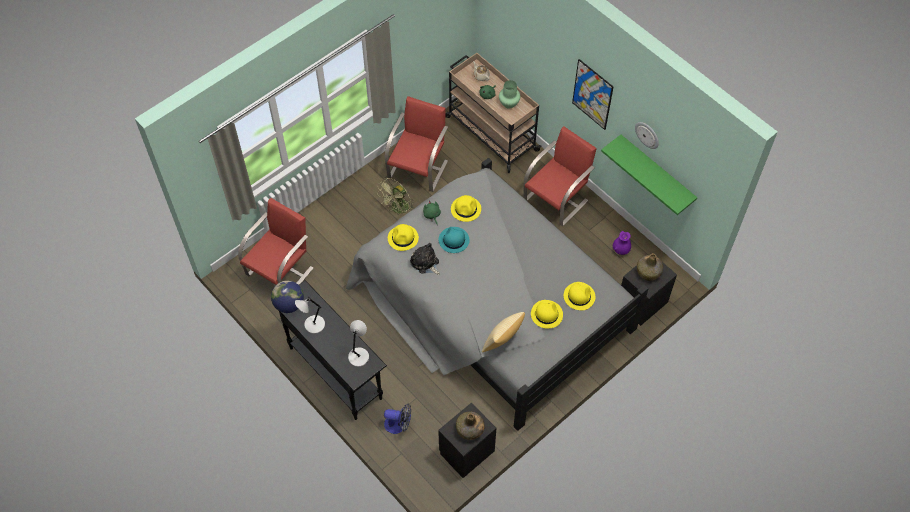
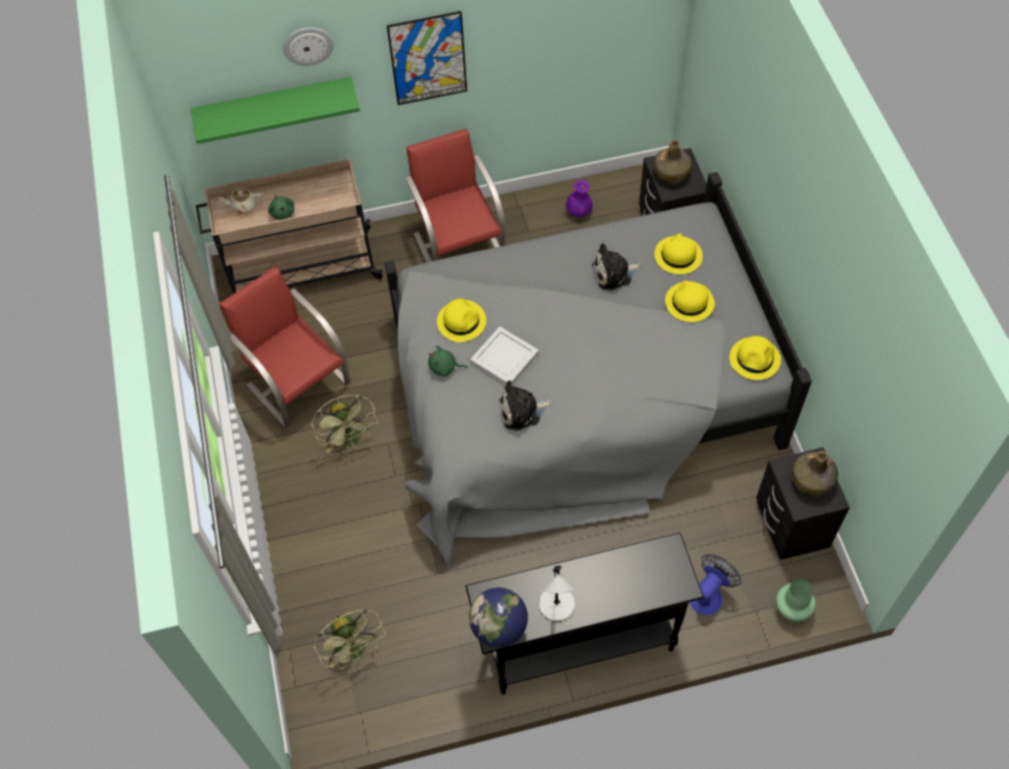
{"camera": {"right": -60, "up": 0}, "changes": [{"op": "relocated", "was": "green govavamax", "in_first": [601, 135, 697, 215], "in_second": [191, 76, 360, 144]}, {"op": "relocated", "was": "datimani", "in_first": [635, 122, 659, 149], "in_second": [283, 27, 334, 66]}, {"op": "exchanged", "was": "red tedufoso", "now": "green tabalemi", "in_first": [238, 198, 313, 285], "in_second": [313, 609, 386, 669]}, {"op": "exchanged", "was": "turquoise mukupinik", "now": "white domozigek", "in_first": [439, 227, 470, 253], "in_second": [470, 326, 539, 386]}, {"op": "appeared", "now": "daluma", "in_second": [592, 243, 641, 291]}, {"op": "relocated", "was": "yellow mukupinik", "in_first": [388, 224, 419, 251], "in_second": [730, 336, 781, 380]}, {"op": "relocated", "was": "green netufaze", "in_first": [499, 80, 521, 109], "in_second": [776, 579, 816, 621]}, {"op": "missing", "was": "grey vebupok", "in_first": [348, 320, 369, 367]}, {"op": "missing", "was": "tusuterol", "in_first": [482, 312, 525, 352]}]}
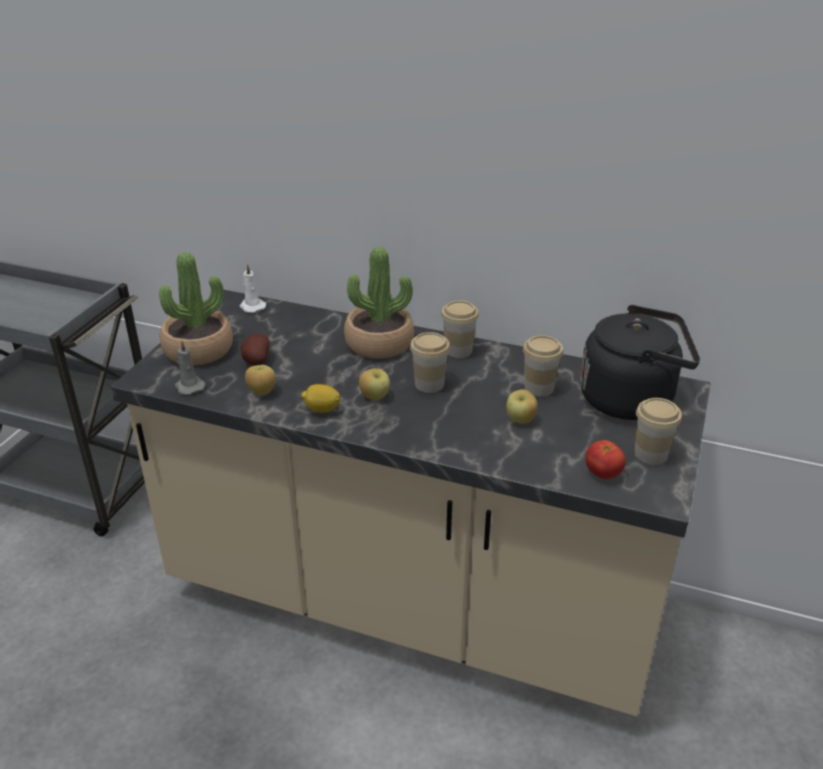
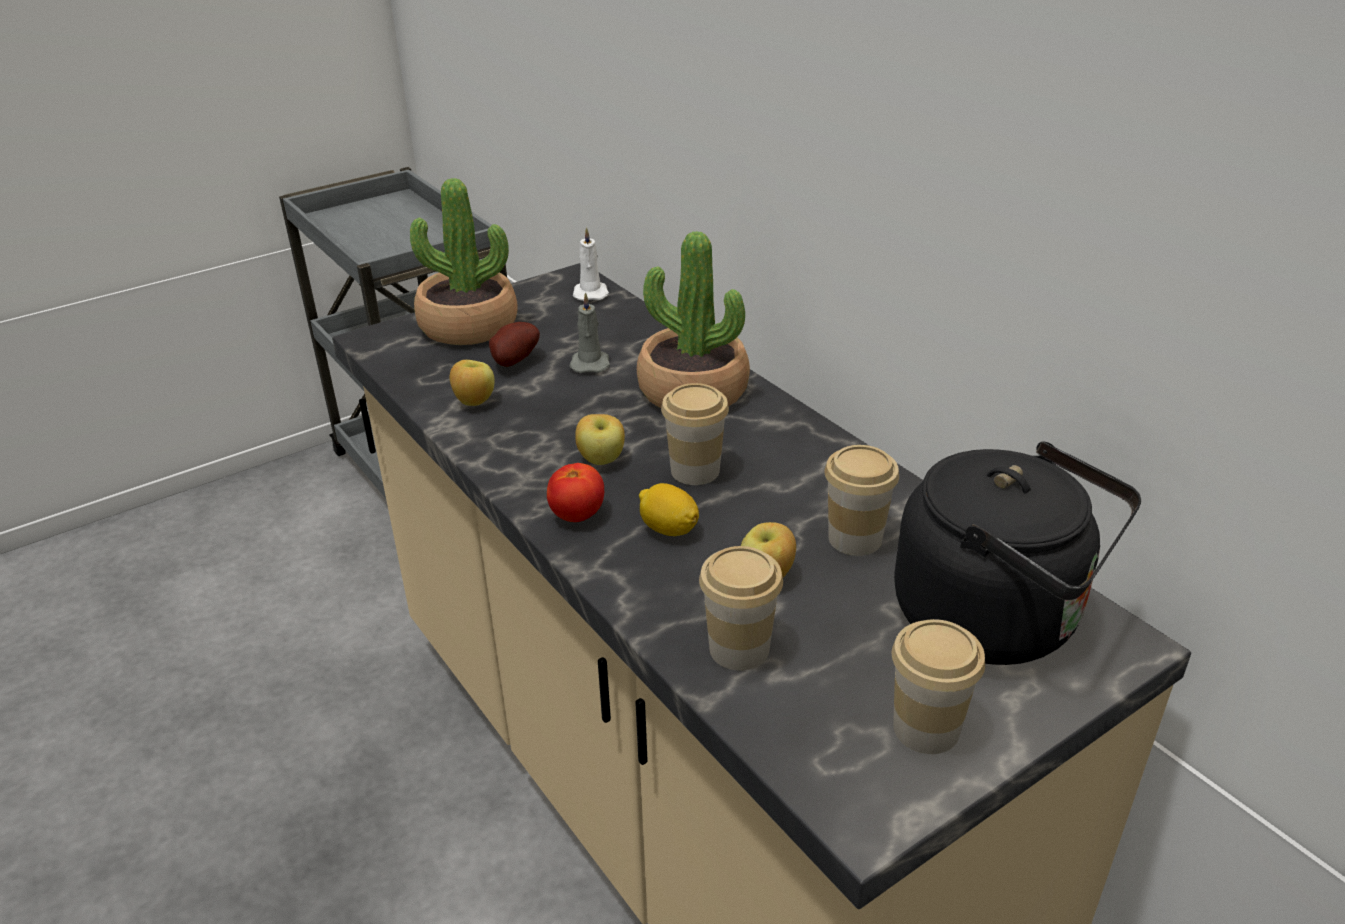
{"camera": {"right": 35, "up": 0}, "changes": [{"op": "relocated", "was": "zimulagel", "in_first": [586, 440, 626, 479], "in_second": [547, 463, 604, 522]}, {"op": "relocated", "was": "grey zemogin", "in_first": [175, 340, 206, 395], "in_second": [569, 292, 610, 373]}, {"op": "relocated", "was": "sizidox", "in_first": [301, 384, 341, 412], "in_second": [639, 483, 699, 536]}, {"op": "relocated", "was": "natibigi", "in_first": [441, 301, 479, 358], "in_second": [699, 546, 783, 670]}]}
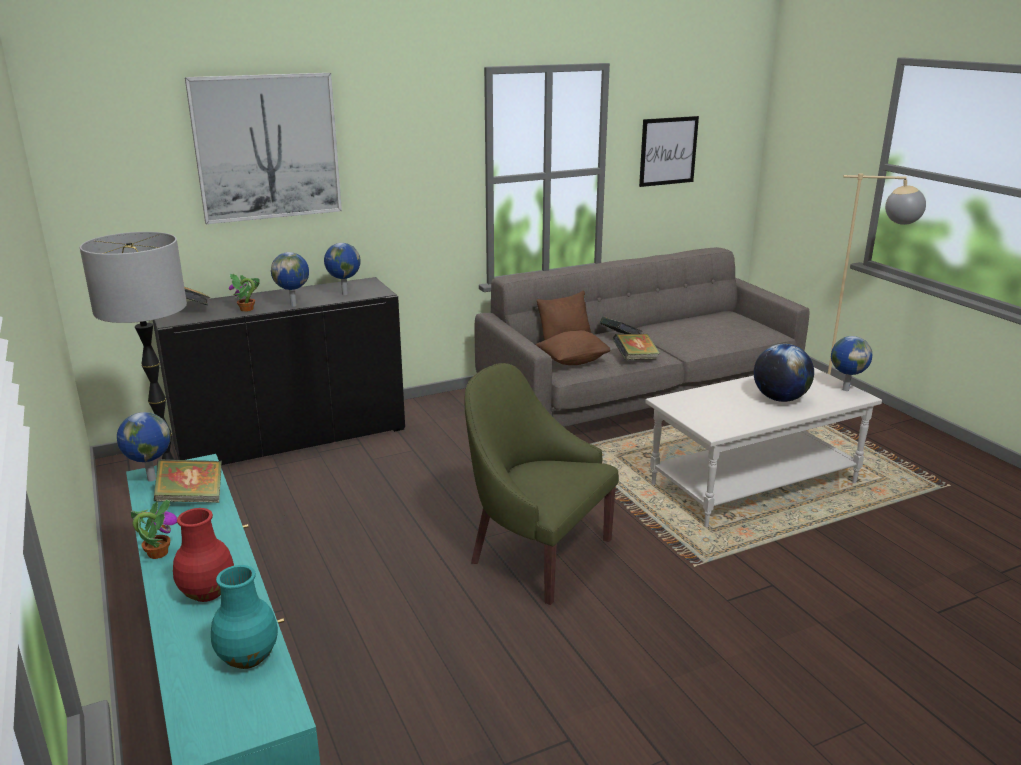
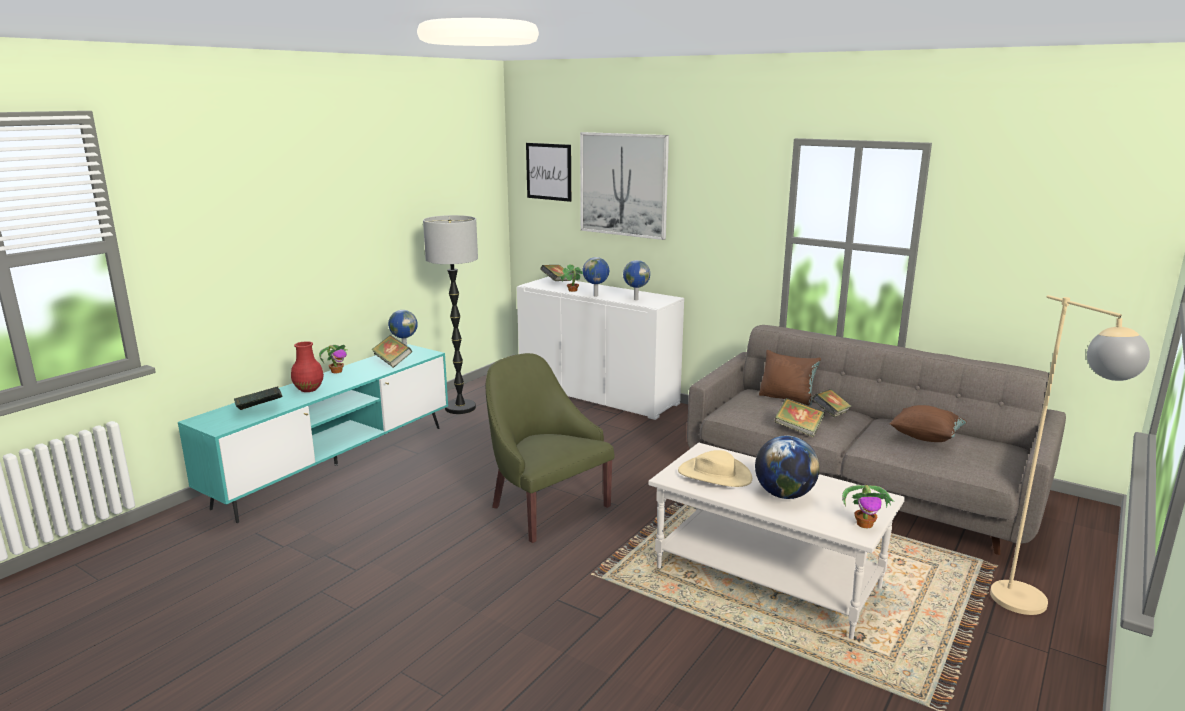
{"camera": {"right": 60, "up": -5}, "changes": [{"op": "exchanged", "was": "turquoise netufaze", "now": "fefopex", "in_first": [211, 565, 278, 669], "in_second": [234, 387, 283, 410]}, {"op": "spun", "was": "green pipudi", "in_first": [464, 363, 619, 605], "in_second": [486, 353, 614, 543], "clockwise": -45}, {"op": "colour", "was": "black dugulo", "now": "white dugulo", "in_first": [153, 277, 405, 465], "in_second": [517, 277, 684, 420]}, {"op": "relocated", "was": "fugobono", "in_first": [639, 116, 699, 187], "in_second": [526, 143, 571, 202]}, {"op": "appeared", "now": "beige mukupinik", "in_second": [678, 450, 752, 487]}, {"op": "exchanged", "was": "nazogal", "now": "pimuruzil", "in_first": [831, 336, 872, 391], "in_second": [842, 485, 895, 528]}, {"op": "relocated", "was": "brown tusuterol", "in_first": [535, 330, 612, 365], "in_second": [889, 405, 967, 442]}]}
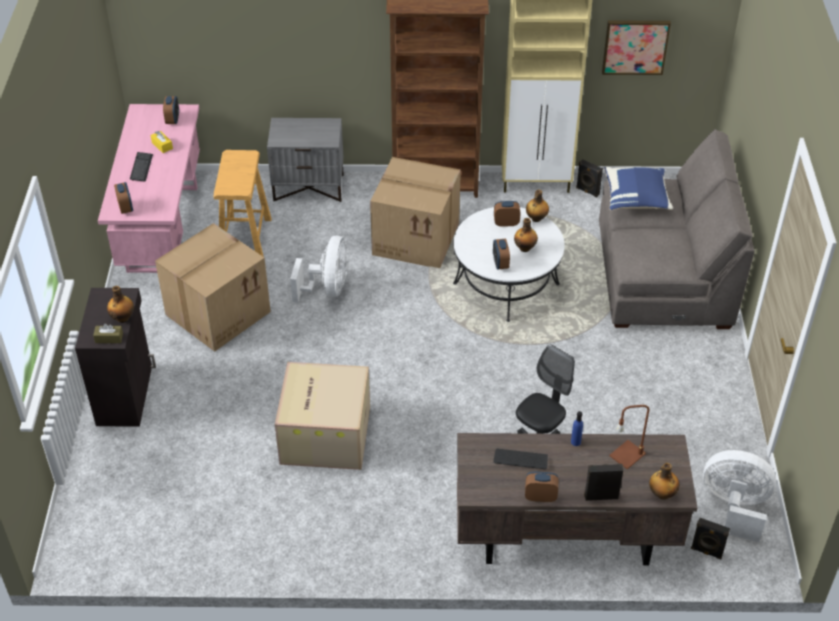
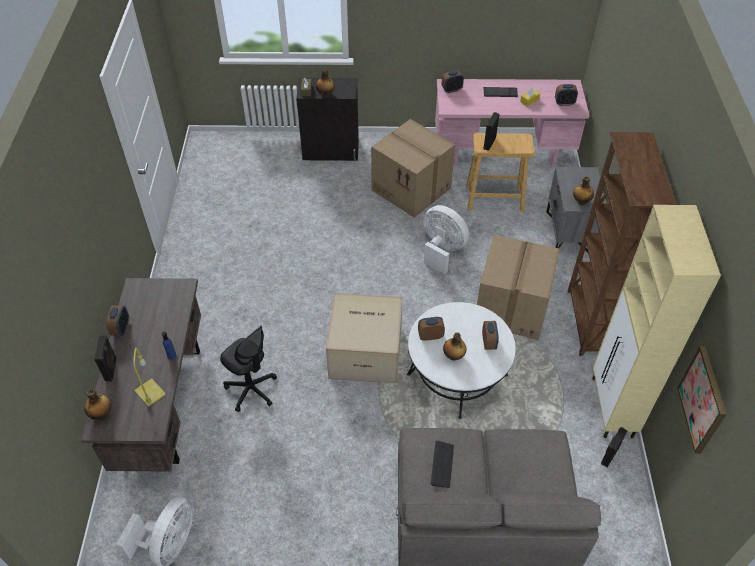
{"camera": {"right": 90, "up": 5}, "changes": [{"op": "colour", "was": "brown vebupok", "now": "yellow vebupok", "in_first": [609, 405, 650, 469], "in_second": [133, 348, 166, 407]}, {"op": "relocated", "was": "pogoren", "in_first": [275, 362, 370, 470], "in_second": [326, 293, 402, 383]}, {"op": "spun", "was": "white tabalemi", "in_first": [290, 236, 349, 302], "in_second": [423, 205, 469, 274], "clockwise": -150}, {"op": "relocated", "was": "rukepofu", "in_first": [493, 449, 548, 469], "in_second": [431, 441, 454, 488]}, {"op": "relocated", "was": "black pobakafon", "in_first": [691, 518, 730, 559], "in_second": [483, 112, 499, 151]}, {"op": "relocated", "was": "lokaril", "in_first": [526, 189, 549, 222], "in_second": [573, 176, 594, 205]}, {"op": "missing", "was": "blue tusuterol", "in_first": [604, 167, 673, 211]}]}
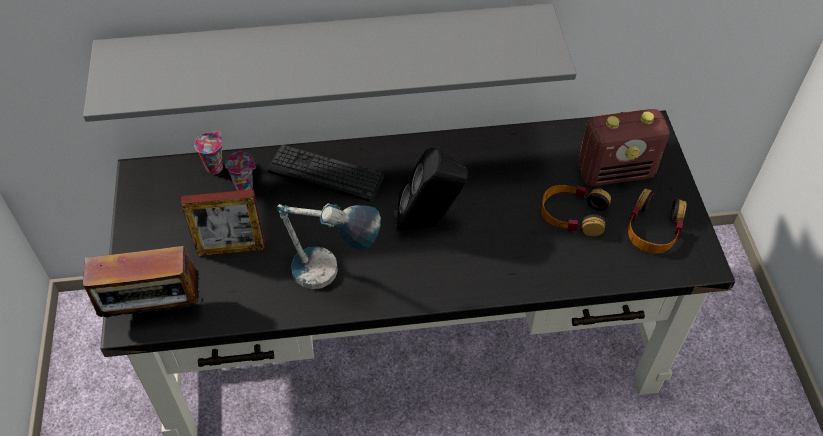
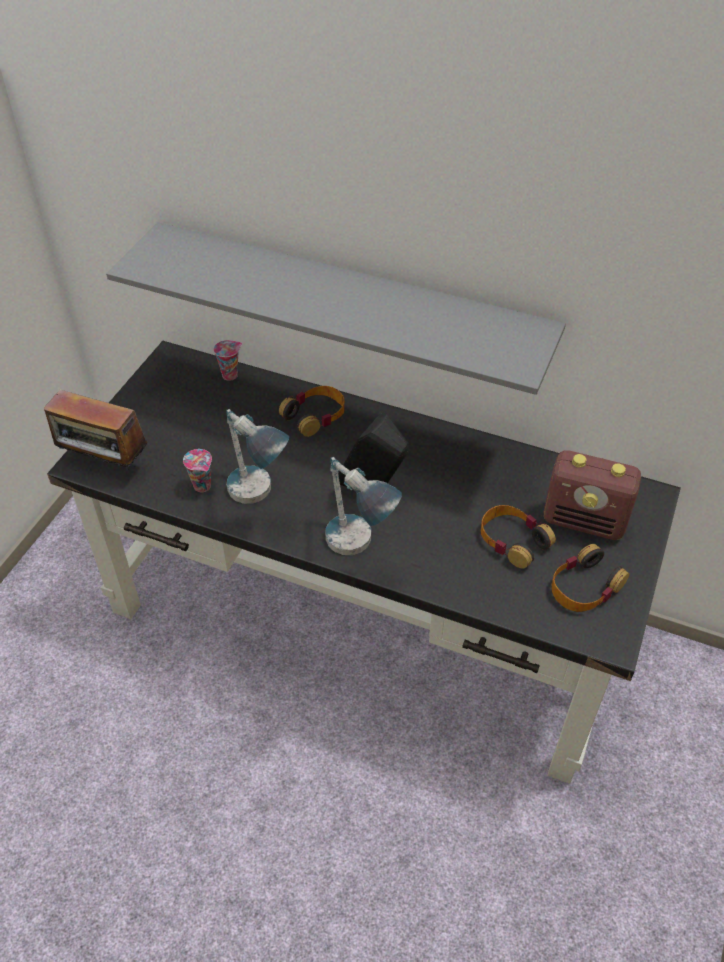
{"camera": {"right": 30, "up": -5}, "changes": [{"op": "relocated", "was": "natibigi", "in_first": [225, 152, 256, 191], "in_second": [183, 449, 212, 492]}, {"op": "exchanged", "was": "rukepofu", "now": "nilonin", "in_first": [267, 145, 384, 202], "in_second": [279, 386, 345, 437]}, {"op": "appeared", "now": "vebupok", "in_second": [325, 457, 402, 555]}, {"op": "missing", "was": "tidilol", "in_first": [181, 189, 265, 256]}]}
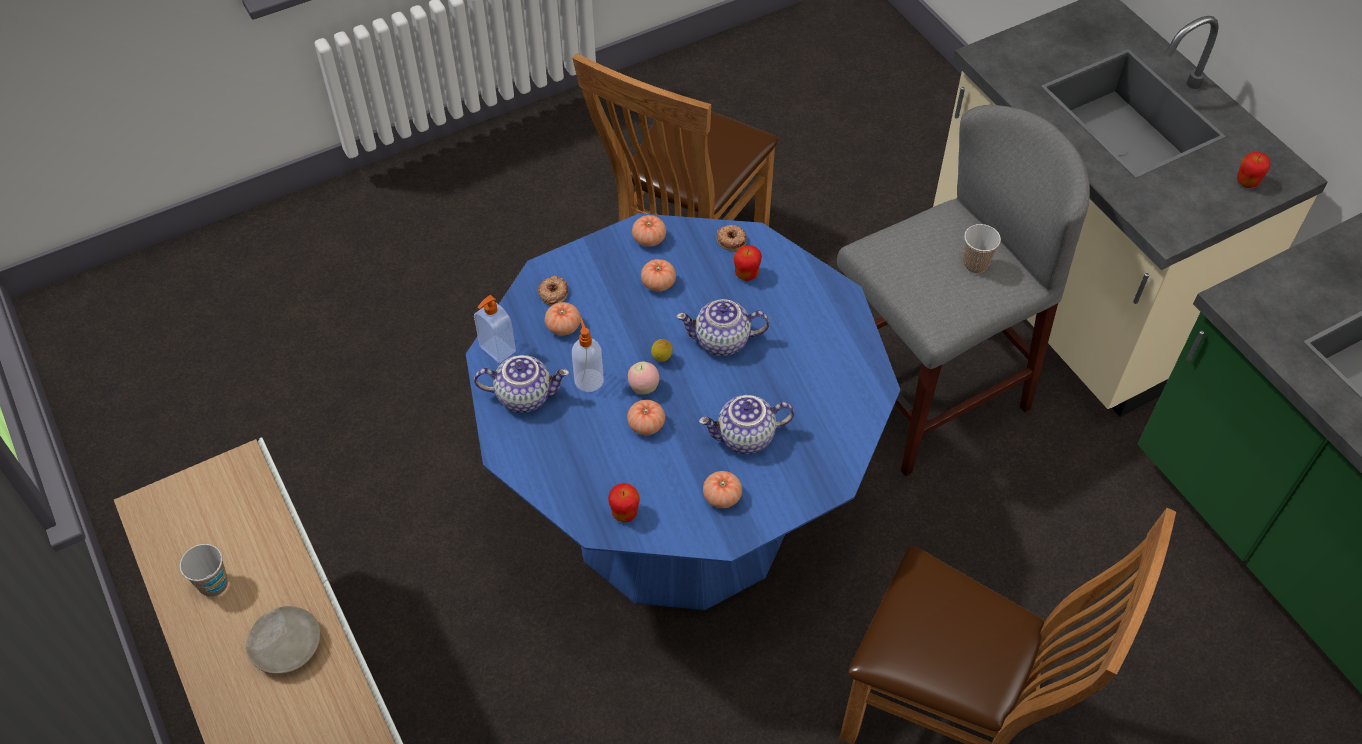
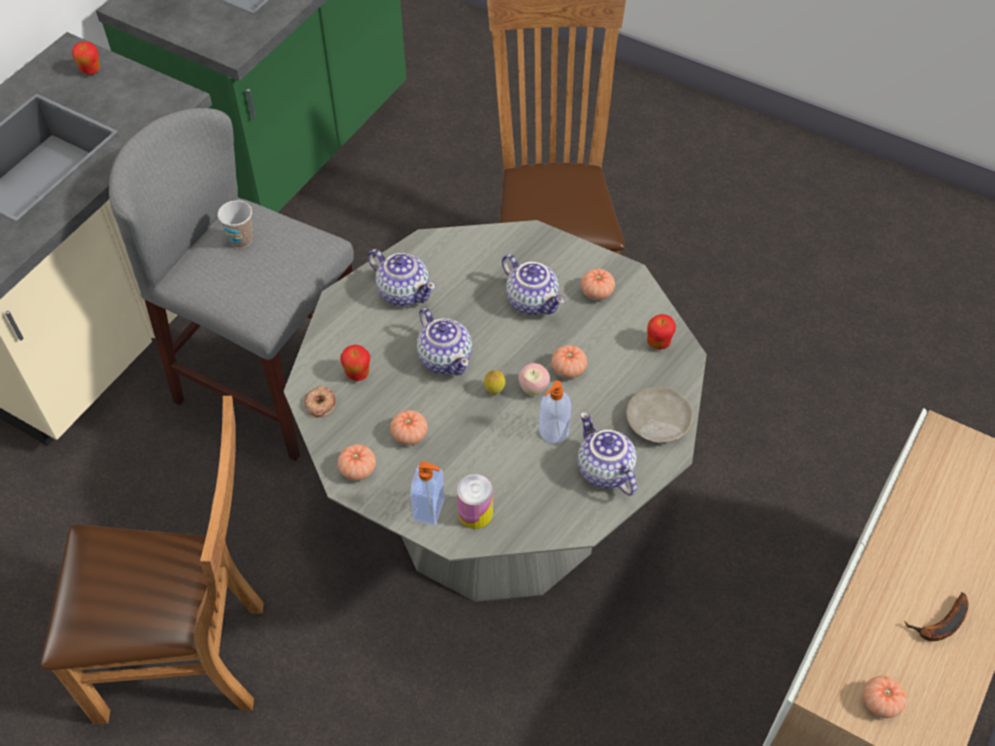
{"camera": {"right": -120, "up": 0}, "changes": [{"op": "colour", "was": "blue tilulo", "now": "grey tilulo", "in_first": [466, 213, 900, 610], "in_second": [284, 220, 707, 602]}, {"op": "appeared", "now": "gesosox", "in_second": [368, 249, 436, 306]}, {"op": "relocated", "was": "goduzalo", "in_first": [474, 295, 516, 363], "in_second": [410, 461, 445, 526]}, {"op": "exchanged", "was": "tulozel", "now": "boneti", "in_first": [538, 276, 568, 305], "in_second": [457, 474, 493, 529]}, {"op": "relocated", "was": "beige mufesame", "in_first": [246, 606, 320, 674], "in_second": [626, 387, 693, 443]}, {"op": "relocated", "was": "zimulagel", "in_first": [545, 302, 581, 336], "in_second": [863, 676, 906, 718]}, {"op": "exchanged", "was": "natibigi", "now": "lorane", "in_first": [180, 544, 228, 597], "in_second": [904, 592, 969, 641]}]}
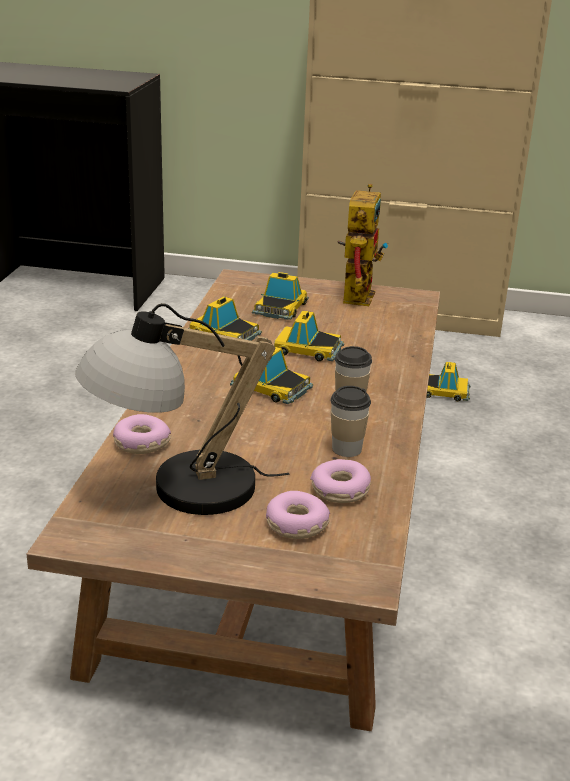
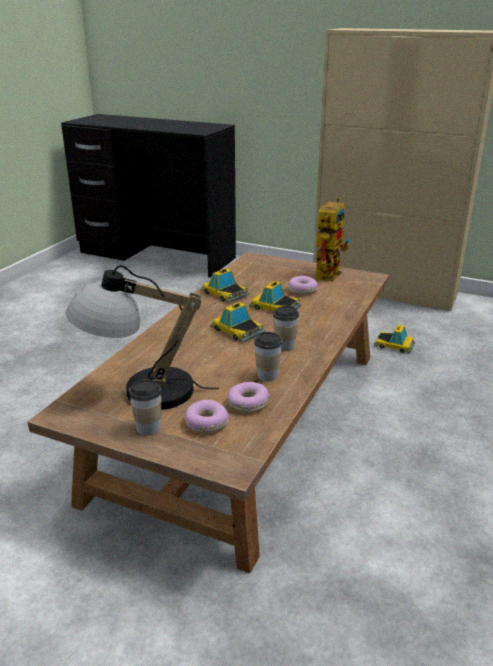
{"camera": {"right": 15, "up": 0}, "changes": [{"op": "appeared", "now": "natibigi", "in_second": [129, 380, 162, 436]}, {"op": "relocated", "was": "tulozel", "in_first": [113, 414, 171, 454], "in_second": [288, 276, 319, 295]}, {"op": "missing", "was": "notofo", "in_first": [252, 272, 309, 320]}]}
